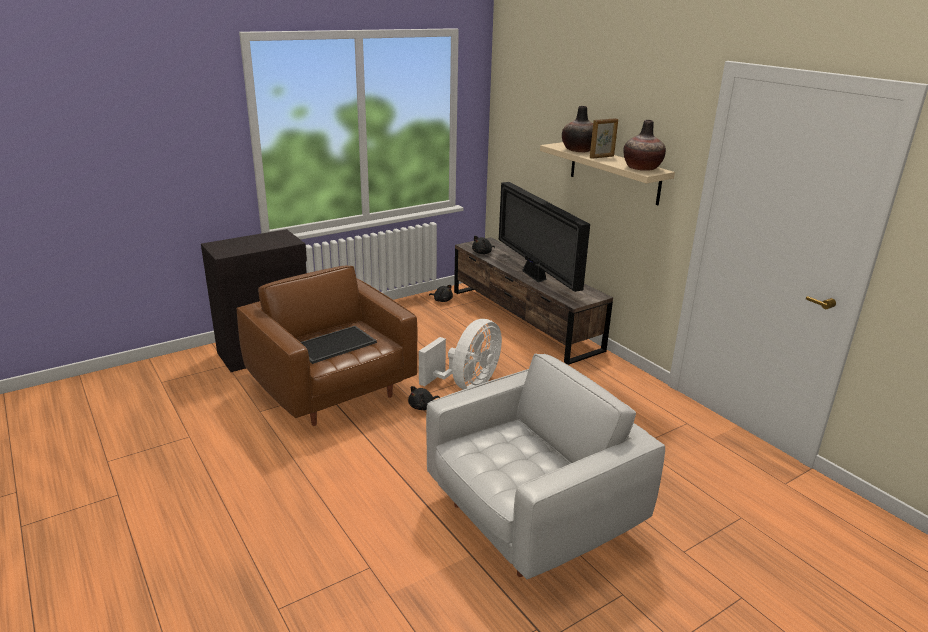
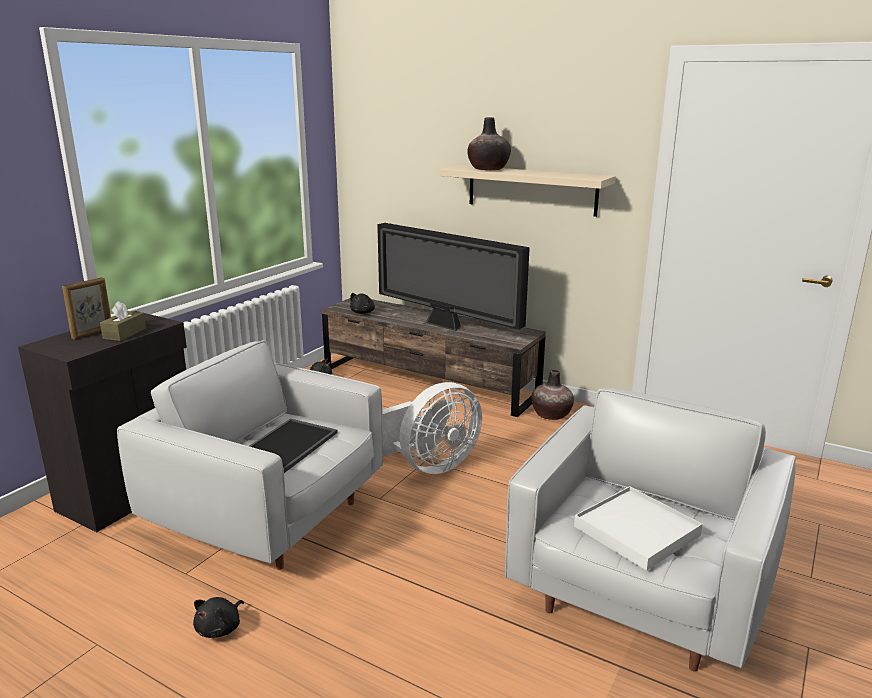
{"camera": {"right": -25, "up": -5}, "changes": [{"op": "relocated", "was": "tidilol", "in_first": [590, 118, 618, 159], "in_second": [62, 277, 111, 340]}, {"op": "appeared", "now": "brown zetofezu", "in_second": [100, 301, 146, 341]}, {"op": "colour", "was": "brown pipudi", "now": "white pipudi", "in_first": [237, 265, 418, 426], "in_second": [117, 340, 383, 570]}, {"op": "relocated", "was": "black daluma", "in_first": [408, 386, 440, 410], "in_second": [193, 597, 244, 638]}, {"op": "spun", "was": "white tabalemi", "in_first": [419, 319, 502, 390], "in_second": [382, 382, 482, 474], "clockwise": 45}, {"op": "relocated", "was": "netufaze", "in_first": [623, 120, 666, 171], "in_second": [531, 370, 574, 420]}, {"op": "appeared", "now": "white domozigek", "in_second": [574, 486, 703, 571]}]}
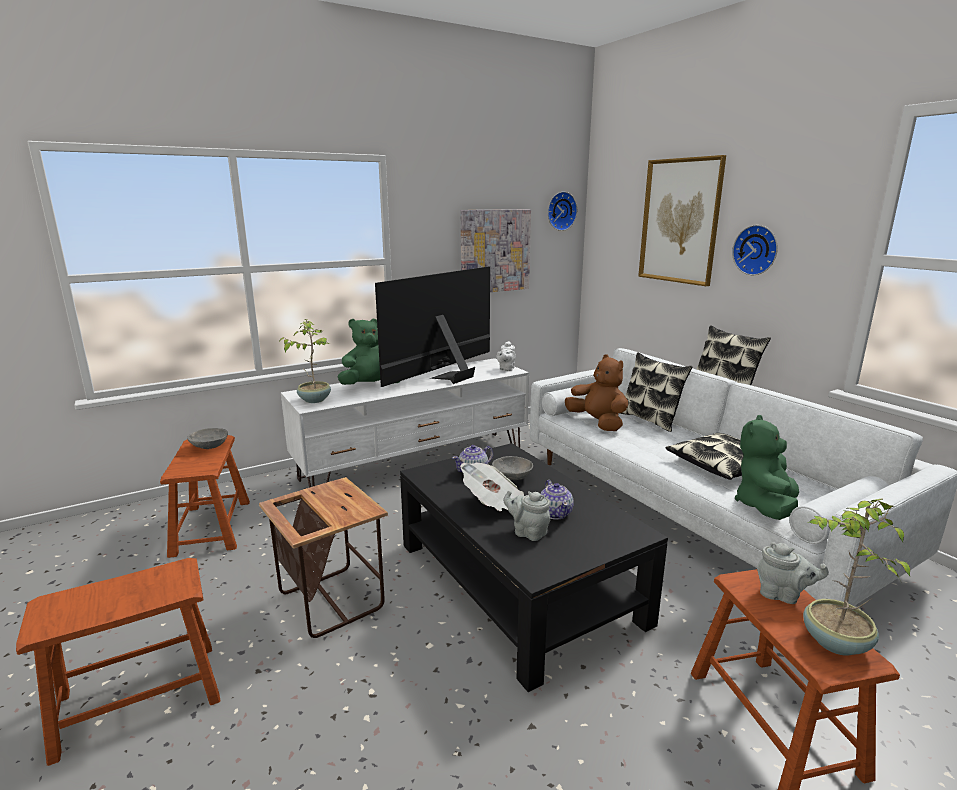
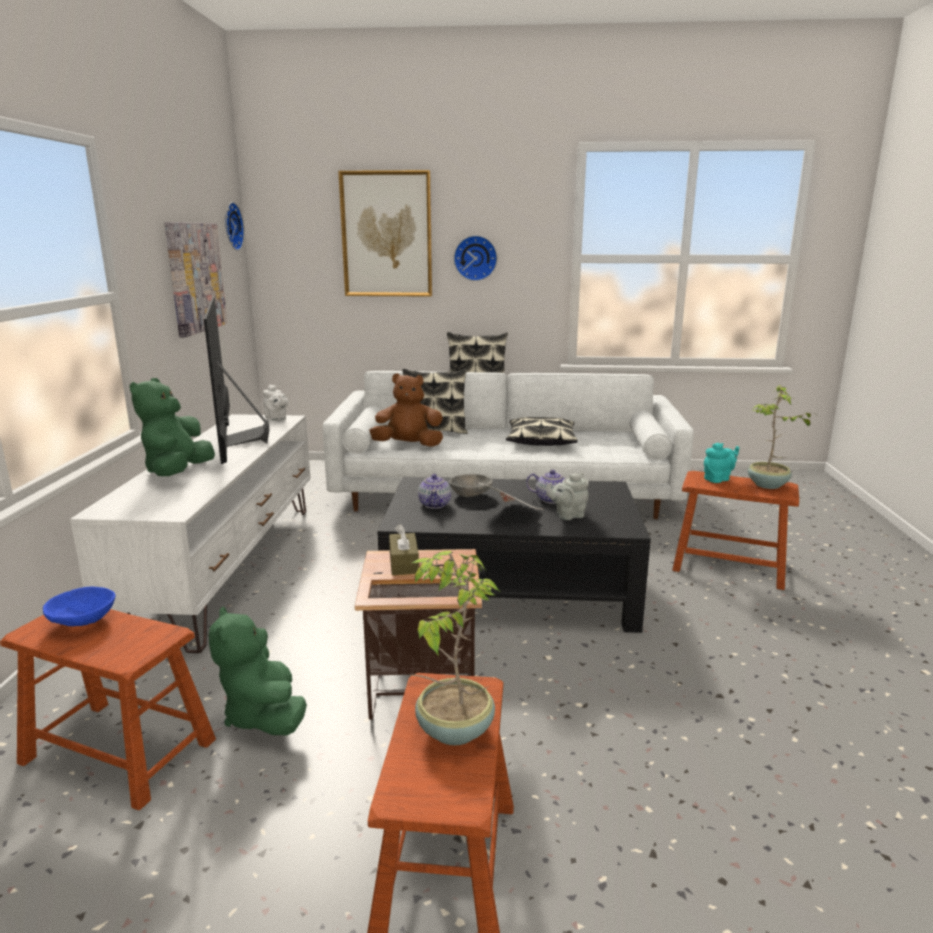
{"camera": {"right": -55, "up": 0}, "changes": [{"op": "colour", "was": "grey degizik", "now": "blue degizik", "in_first": [187, 428, 228, 449], "in_second": [43, 587, 116, 626]}, {"op": "relocated", "was": "green daluma", "in_first": [735, 415, 799, 520], "in_second": [209, 606, 307, 735]}, {"op": "appeared", "now": "brown zetofezu", "in_second": [389, 524, 419, 575]}, {"op": "relocated", "was": "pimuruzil", "in_first": [279, 319, 331, 403], "in_second": [410, 551, 500, 745]}, {"op": "colour", "was": "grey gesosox", "now": "turquoise gesosox", "in_first": [757, 542, 829, 604], "in_second": [704, 443, 740, 483]}]}
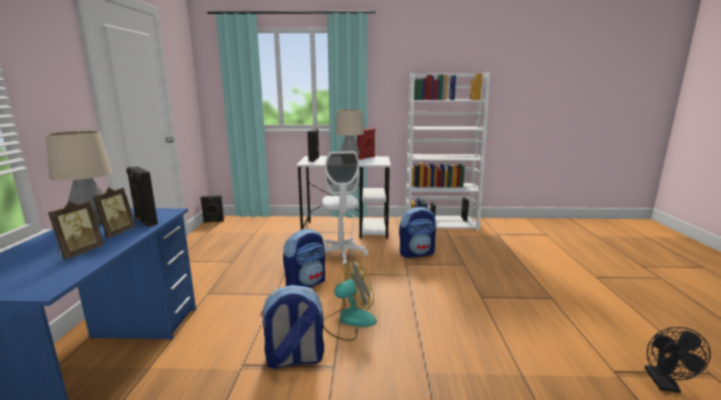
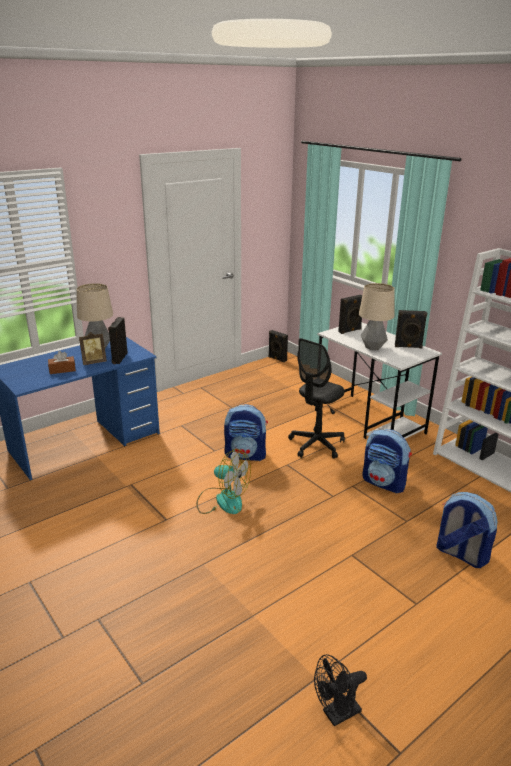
{"camera": {"right": 50, "up": 10}, "changes": [{"op": "exchanged", "was": "tidilol", "now": "brown zetofezu", "in_first": [48, 201, 104, 259], "in_second": [48, 351, 76, 374]}, {"op": "colour", "was": "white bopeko", "now": "black bopeko", "in_first": [322, 151, 368, 266], "in_second": [288, 338, 345, 459]}, {"op": "colour", "was": "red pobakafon", "now": "black pobakafon", "in_first": [357, 128, 375, 160], "in_second": [395, 310, 427, 348]}, {"op": "relocated", "was": "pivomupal", "in_first": [260, 285, 324, 369], "in_second": [436, 492, 498, 568]}]}
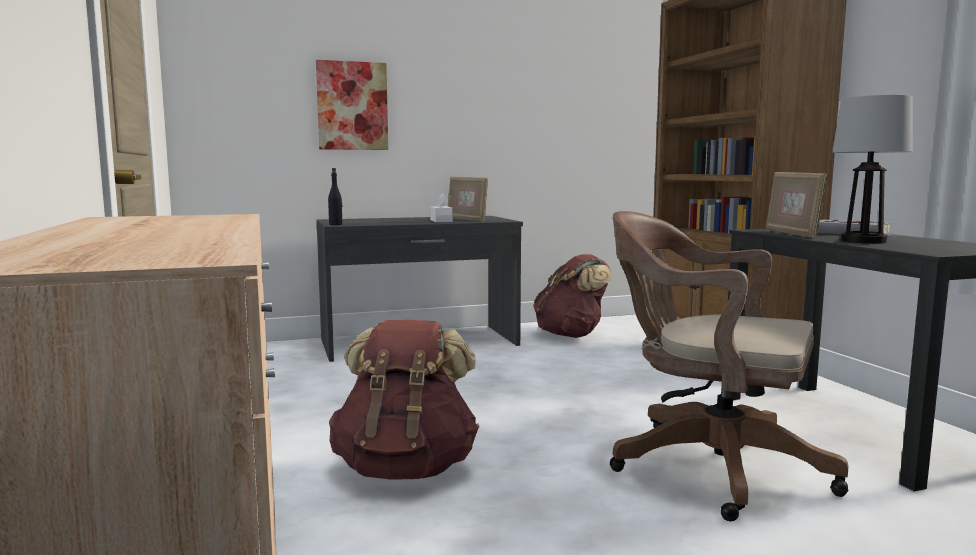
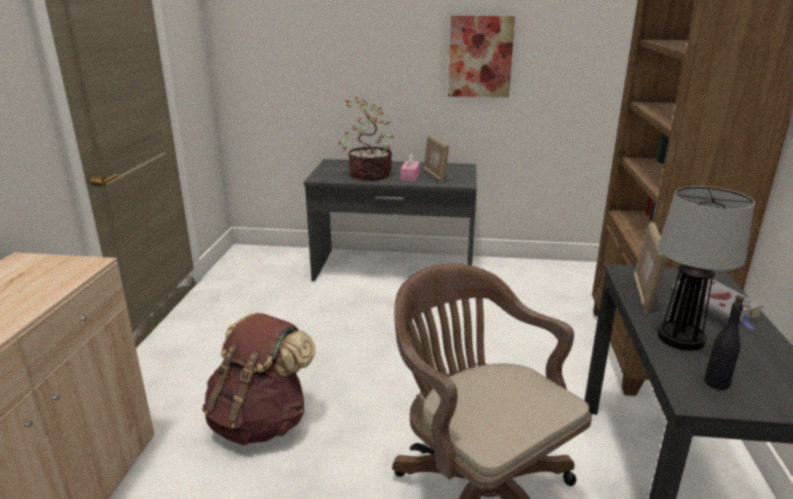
{"camera": {"right": 25, "up": 15}, "changes": [{"op": "appeared", "now": "pimuruzil", "in_second": [338, 97, 394, 180]}, {"op": "colour", "was": "white zetofezu", "now": "pink zetofezu", "in_first": [430, 193, 453, 222], "in_second": [400, 153, 420, 181]}, {"op": "relocated", "was": "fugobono", "in_first": [316, 60, 388, 150], "in_second": [448, 16, 515, 97]}, {"op": "relocated", "was": "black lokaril", "in_first": [328, 168, 342, 225], "in_second": [704, 295, 744, 390]}, {"op": "missing", "was": "brown pivomupal", "in_first": [533, 254, 612, 338]}]}
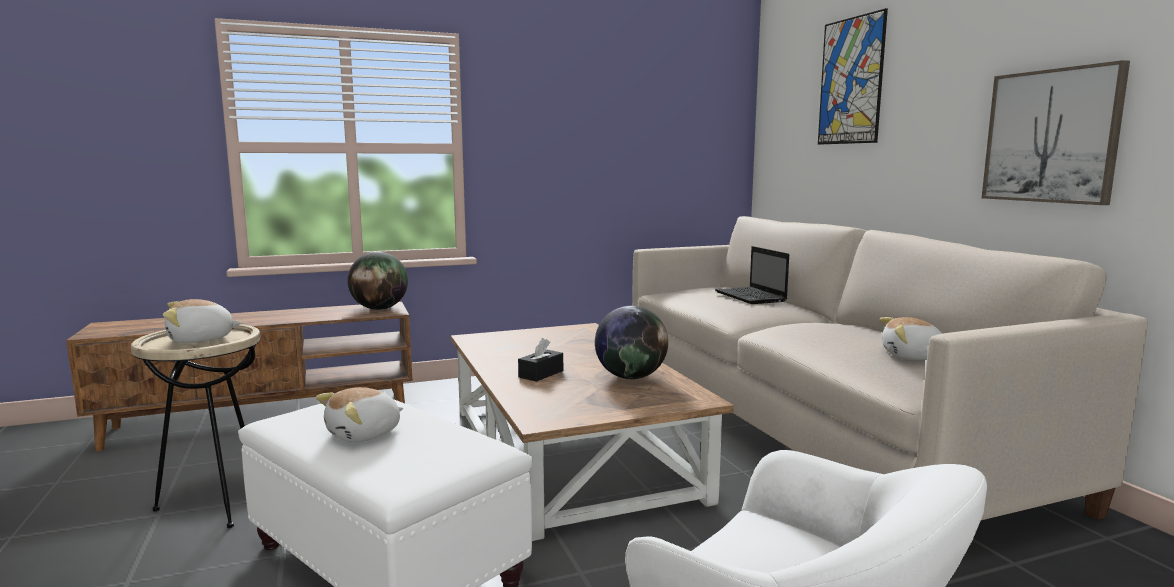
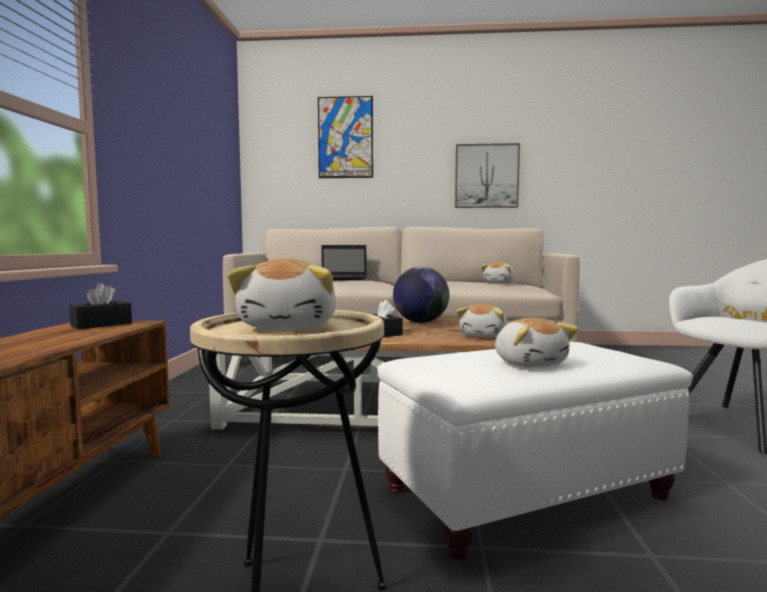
{"camera": {"right": -65, "up": -5}, "changes": [{"op": "exchanged", "was": "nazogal", "now": "black zetofezu", "in_first": [347, 252, 408, 310], "in_second": [69, 283, 132, 329]}, {"op": "appeared", "now": "daluma", "in_second": [456, 304, 508, 338]}]}
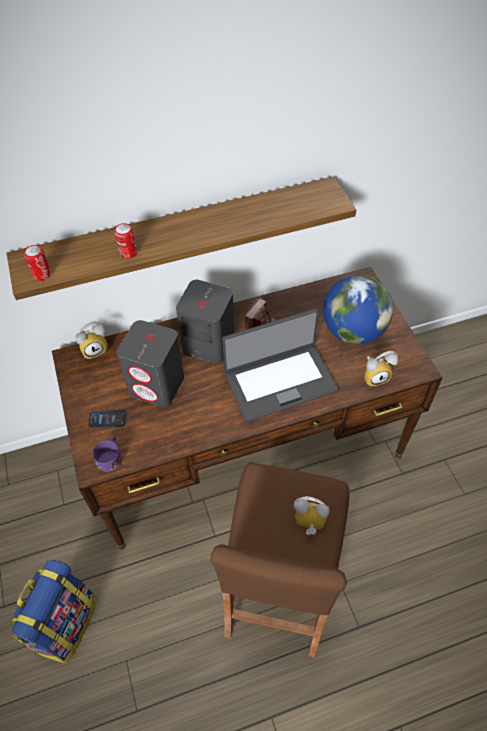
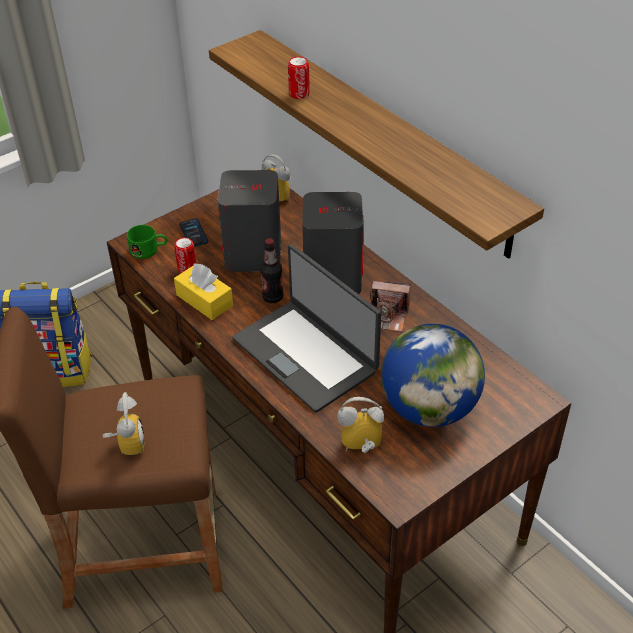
{"camera": {"right": 70, "up": -10}, "changes": [{"op": "colour", "was": "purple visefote", "now": "green visefote", "in_first": [93, 436, 122, 472], "in_second": [127, 225, 168, 259]}, {"op": "relocated", "was": "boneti", "in_first": [24, 245, 51, 281], "in_second": [174, 237, 196, 273]}, {"op": "appeared", "now": "yellow zetofezu", "in_second": [174, 264, 233, 320]}, {"op": "appeared", "now": "lokaril", "in_second": [260, 238, 283, 303]}, {"op": "spun", "was": "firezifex", "in_first": [364, 351, 398, 387], "in_second": [337, 397, 384, 453], "clockwise": 120}]}
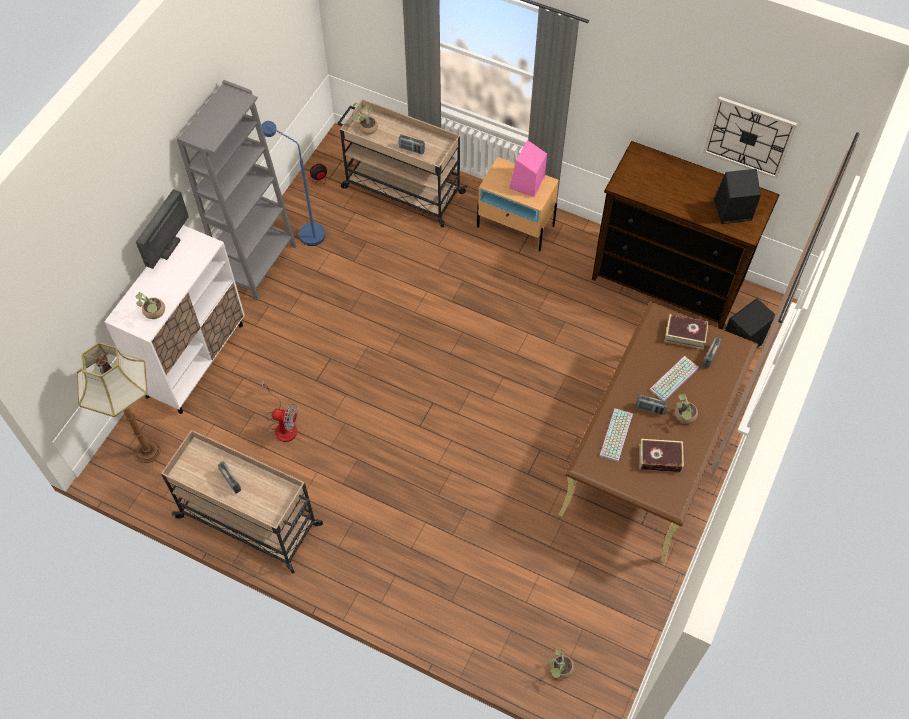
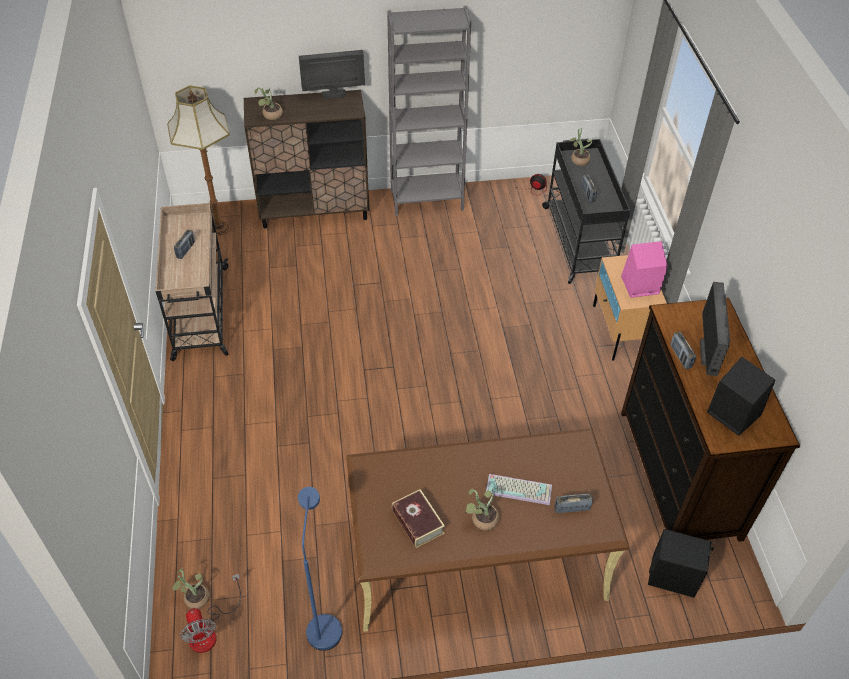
{"camera": {"right": 55, "up": -10}, "changes": [{"op": "relocated", "was": "tabalemi", "in_first": [261, 380, 298, 442], "in_second": [180, 574, 241, 653]}, {"op": "colour", "was": "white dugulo", "now": "brown dugulo", "in_first": [104, 225, 245, 414], "in_second": [244, 90, 369, 228]}, {"op": "relocated", "was": "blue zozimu", "in_first": [261, 121, 325, 246], "in_second": [298, 487, 342, 651]}, {"op": "colour", "was": "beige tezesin", "now": "black tezesin", "in_first": [337, 99, 467, 228], "in_second": [542, 138, 630, 284]}, {"op": "relocated", "was": "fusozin", "in_first": [636, 395, 668, 415], "in_second": [670, 332, 696, 369]}, {"op": "appeared", "now": "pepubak", "in_second": [700, 282, 730, 376]}, {"op": "missing", "was": "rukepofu", "in_first": [599, 408, 633, 462]}, {"op": "missing", "was": "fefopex", "in_first": [664, 314, 709, 349]}, {"op": "missing", "was": "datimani", "in_first": [703, 96, 797, 179]}]}
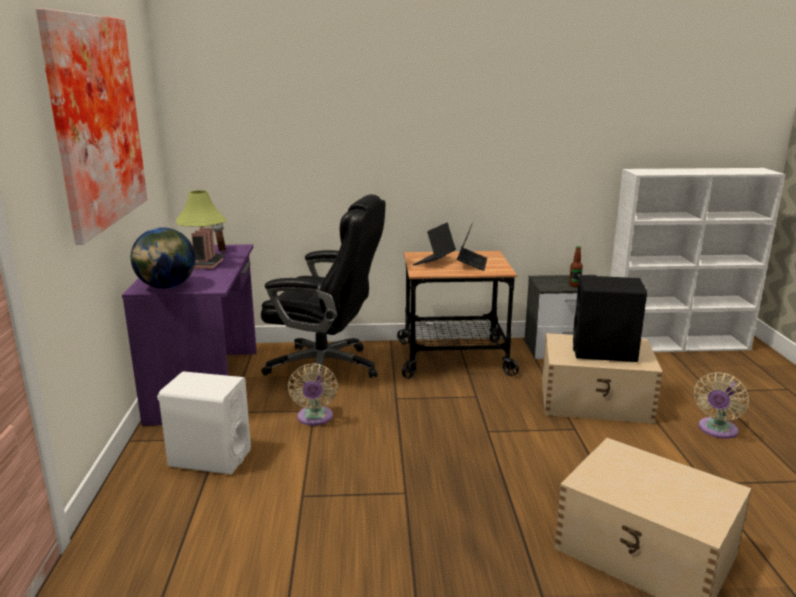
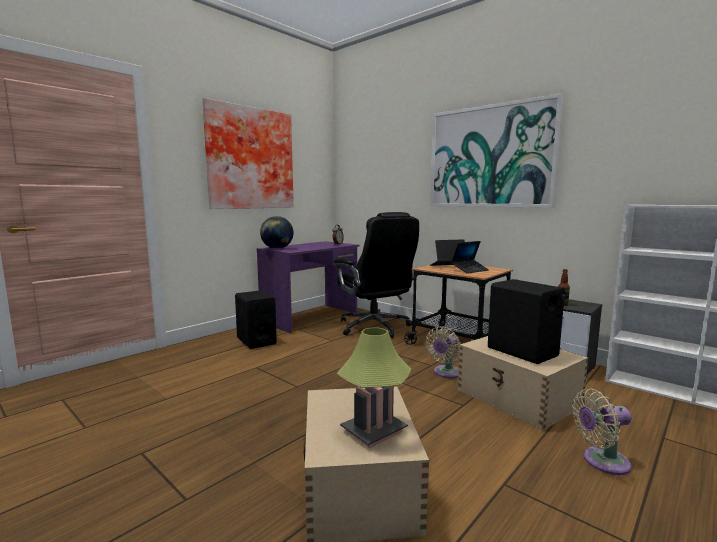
{"camera": {"right": 45, "up": -10}, "changes": [{"op": "colour", "was": "white pobakafon", "now": "black pobakafon", "in_first": [157, 371, 251, 475], "in_second": [235, 291, 277, 349]}, {"op": "relocated", "was": "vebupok", "in_first": [176, 190, 226, 269], "in_second": [337, 327, 411, 448]}, {"op": "relocated", "was": "beige tabalemi", "in_first": [288, 363, 338, 426], "in_second": [426, 326, 460, 378]}, {"op": "appeared", "now": "fugobono", "in_second": [430, 93, 564, 208]}]}
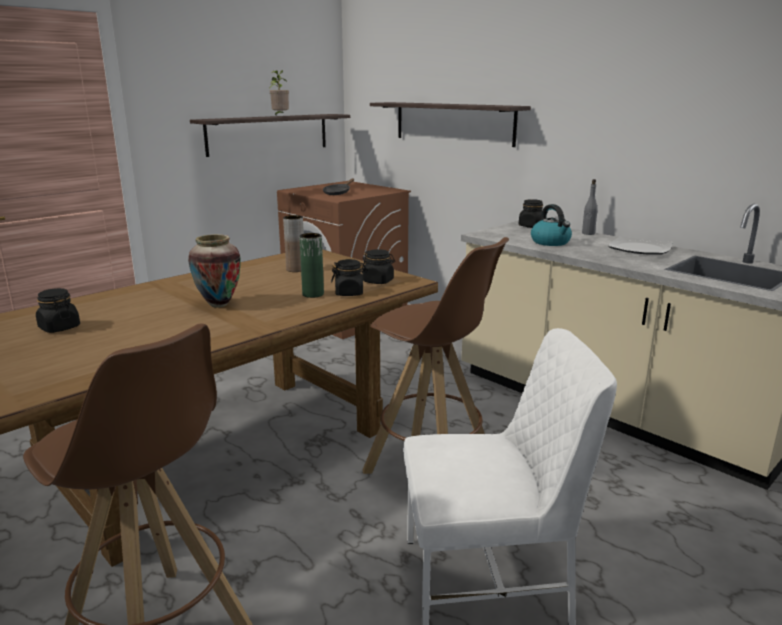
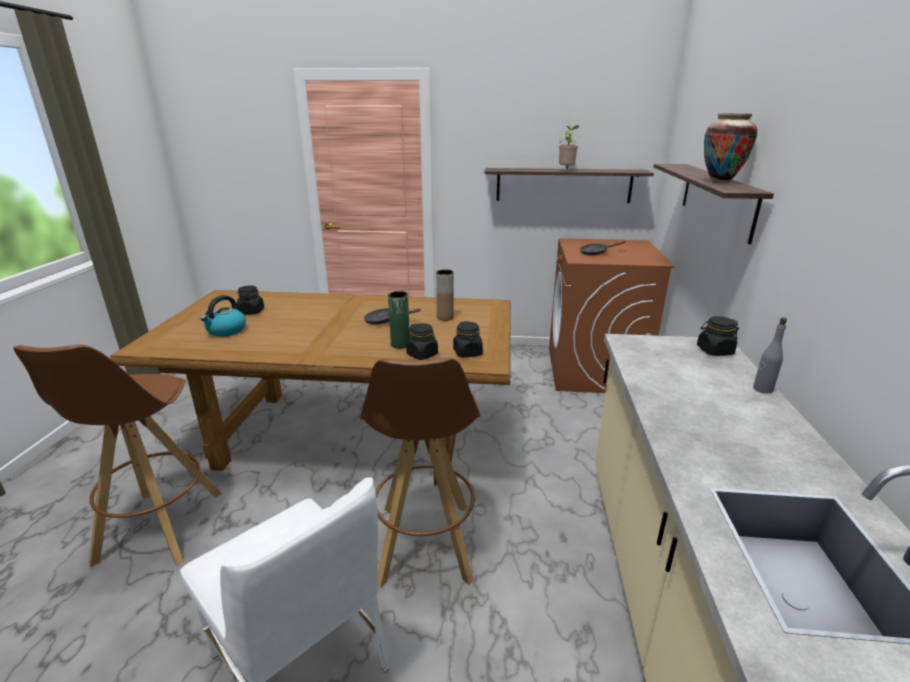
{"camera": {"right": 50, "up": 5}, "changes": [{"op": "relocated", "was": "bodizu", "in_first": [531, 204, 572, 246], "in_second": [200, 295, 246, 337]}, {"op": "appeared", "now": "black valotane", "in_second": [364, 308, 420, 325]}, {"op": "relocated", "was": "netufaze", "in_first": [188, 234, 241, 308], "in_second": [704, 113, 757, 183]}, {"op": "missing", "was": "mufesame", "in_first": [608, 236, 672, 255]}]}
